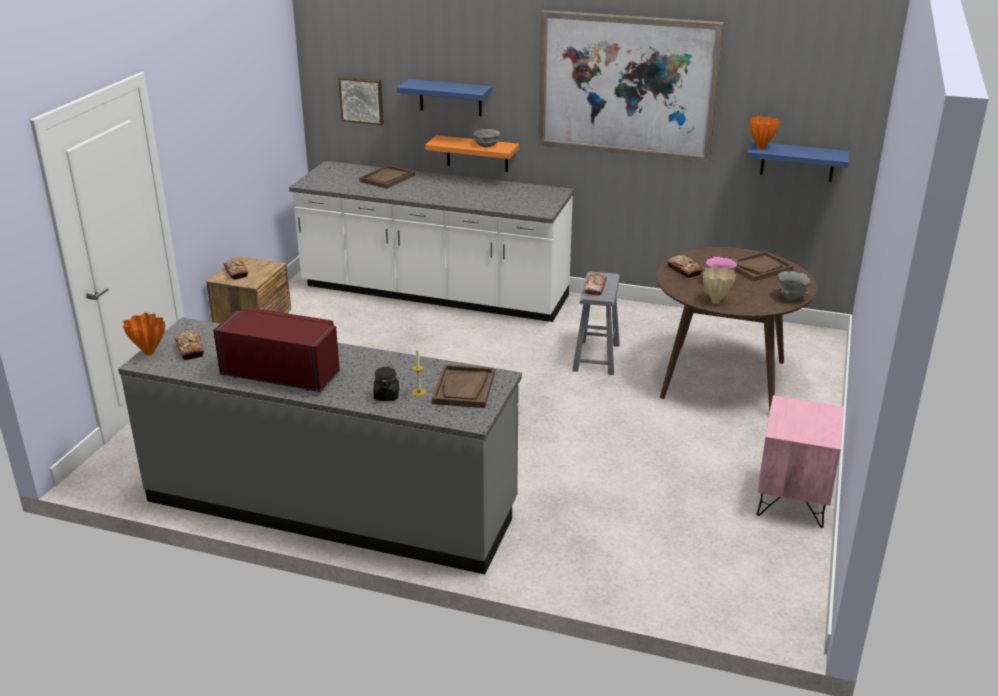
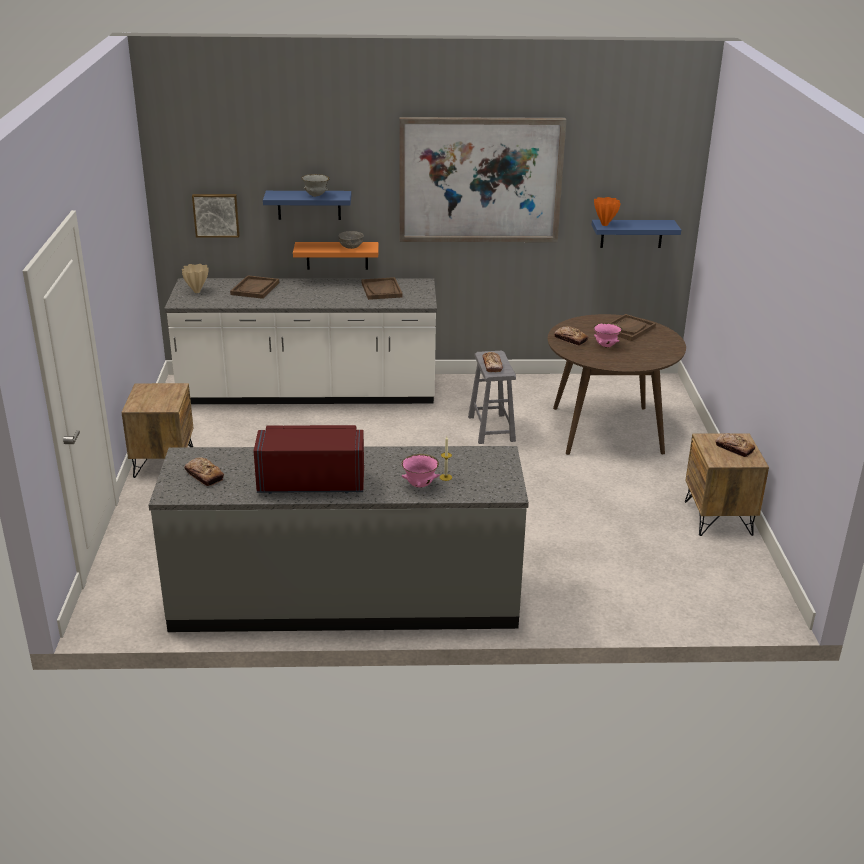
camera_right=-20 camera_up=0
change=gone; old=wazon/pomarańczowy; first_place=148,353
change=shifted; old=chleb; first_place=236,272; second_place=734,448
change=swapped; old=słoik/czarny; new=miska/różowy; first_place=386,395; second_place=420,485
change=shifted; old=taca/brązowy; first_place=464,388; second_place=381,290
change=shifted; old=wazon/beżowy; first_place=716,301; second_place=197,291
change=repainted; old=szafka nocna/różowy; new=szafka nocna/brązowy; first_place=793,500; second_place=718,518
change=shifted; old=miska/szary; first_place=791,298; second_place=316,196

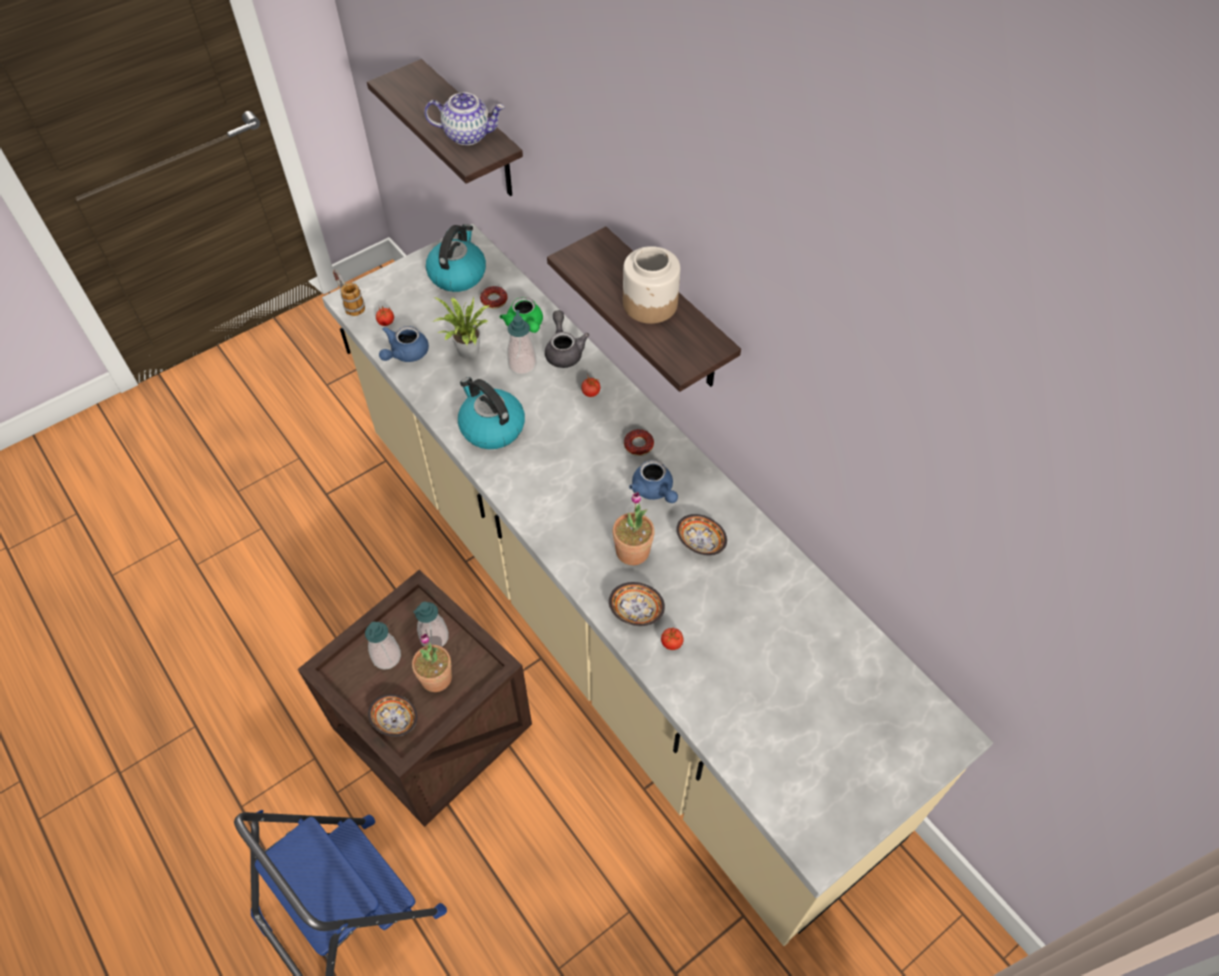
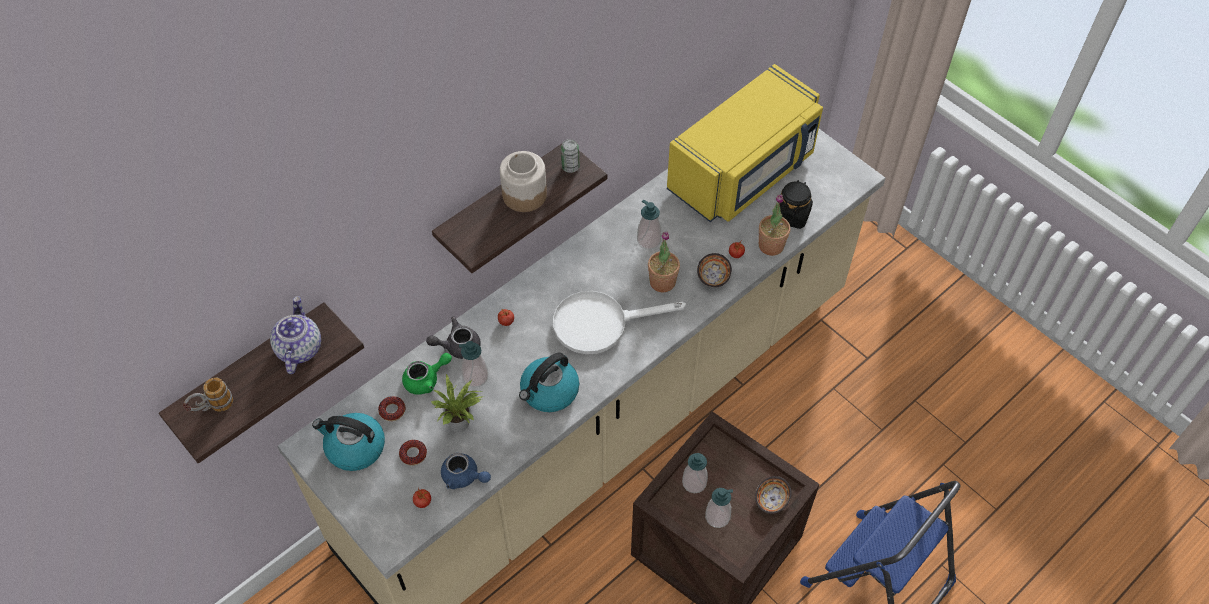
camera_right=-95 camera_up=0
change=shifted; old=kubek; first_place=350,303; second_place=212,408
change=shifted; old=roślina doniczkowa; first_place=436,678; second_place=771,245
change=shifted; old=donut; first_place=638,445; second_place=413,454
change=gone; old=imbryk/niebieski; first_place=654,491
change=swapped; old=miska; new=dozownik mydła; first_place=700,542; second_place=648,240
change=new; new=patelnia/biały; second_place=600,323
change=new; new=puszka; second_place=570,167
change=new; new=mikrofalówka/żółty; second_place=743,172
change=new; new=słoik/czarny; second_place=792,215

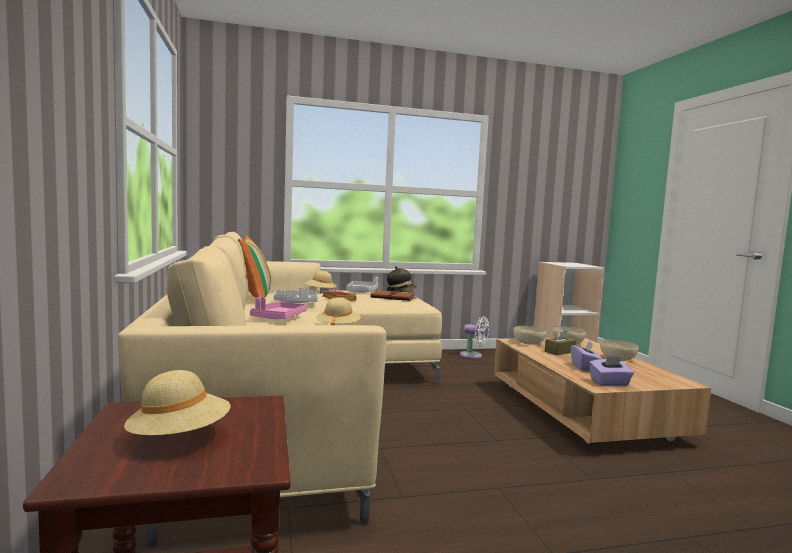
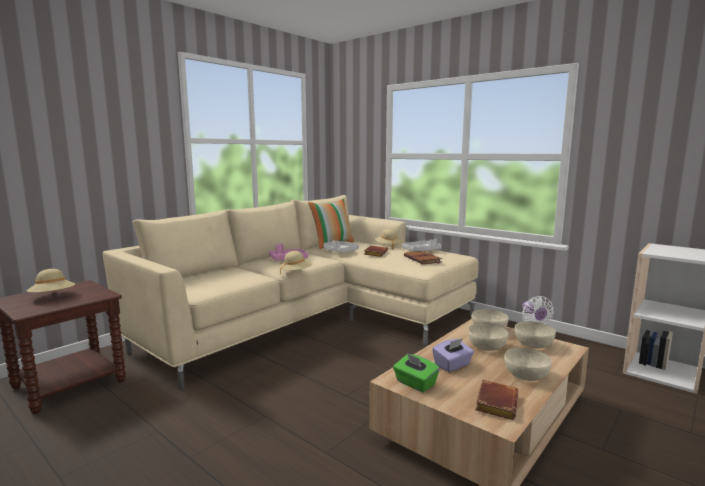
camera_right=55 camera_up=5
change=gone; old=kapelusz; first_place=400,291
change=swapped; old=pudełko chusteczek/brązowy; new=miska/beżowy; first_place=559,351; second_place=487,347
change=repainted; old=pudełko chusteczek/fioletowy; new=pudełko chusteczek/zielony; first_place=609,383; second_place=415,383
change=new; new=książka/brązowy; second_place=495,403

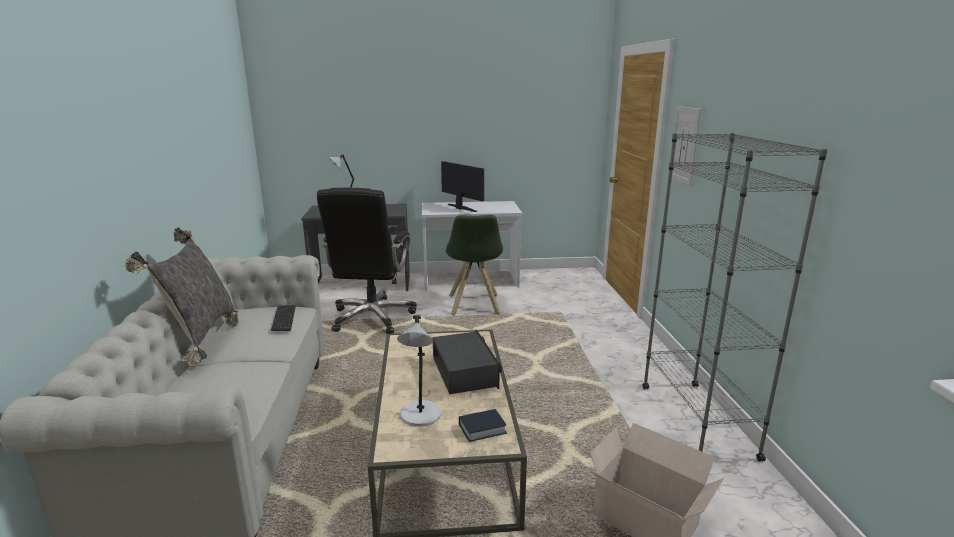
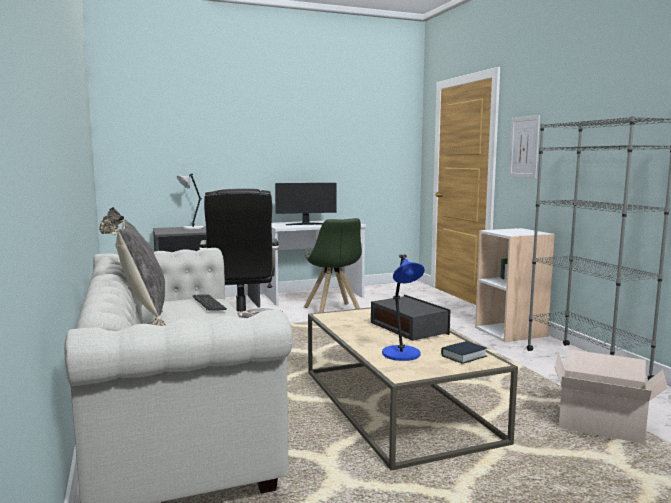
camera_right=-15 camera_up=-10
change=repainted; old=lampa stołowa/szary; new=lampa stołowa/niebieski; first_place=420,416; second_place=402,355
change=rotated; old=monitor; first_place=460,208; second_place=306,224; degrees=135
change=new; new=regał; second_place=511,332

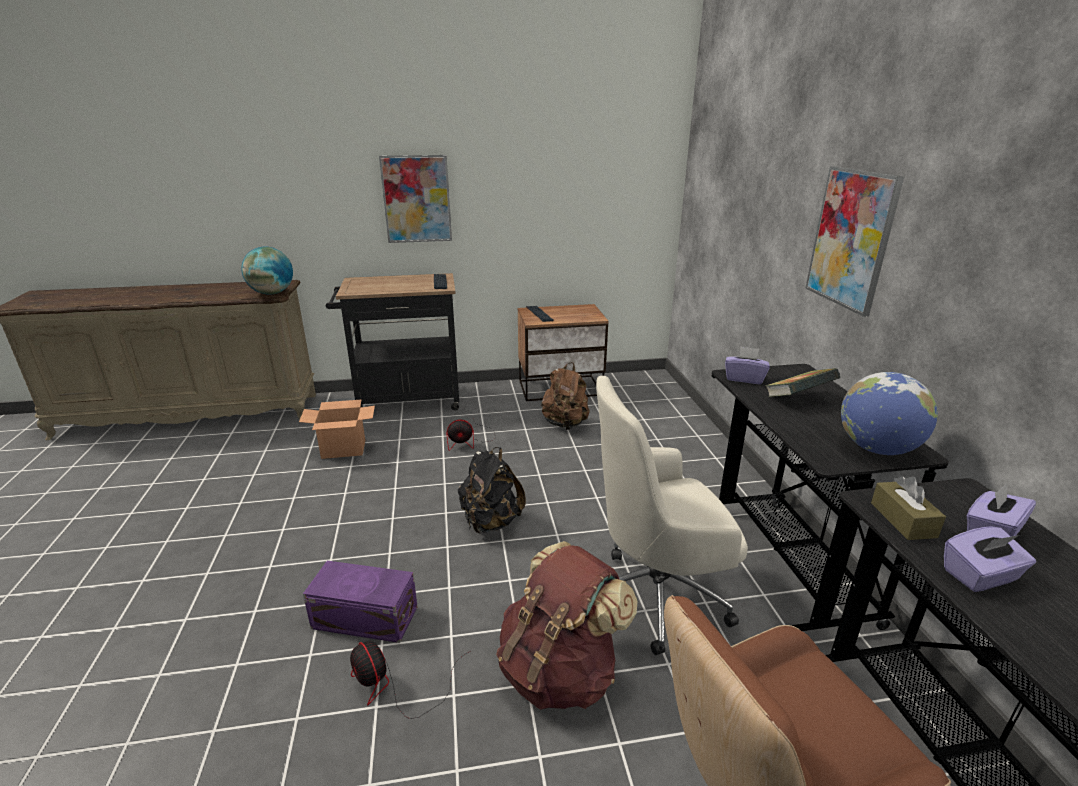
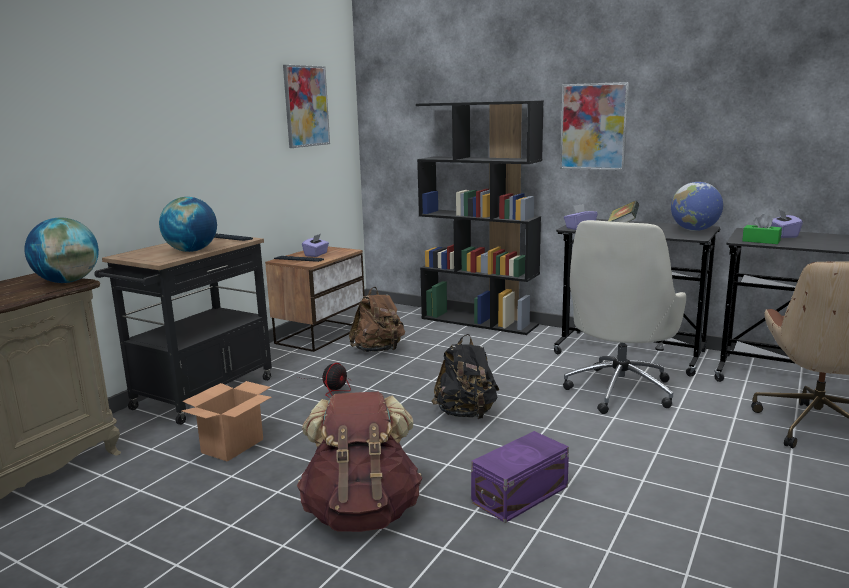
camera_right=-50 camera_up=-10
change=gone; old=wentylator; first_place=394,686
change=shifted; old=obraz; first_place=417,199; second_place=306,106
change=shifted; old=plecak/brązowy; first_place=560,671; second_place=362,513
change=repainted; old=pudełko chusteczek/brązowy; new=pudełko chusteczek/zielony; first_place=903,520; second_place=761,241
change=shifted; old=pudełko chusteczek/fioletowy; first_place=980,576; second_place=316,254
change=new; new=globus; second_place=191,251
change=new; new=regał/czarny; second_place=479,321

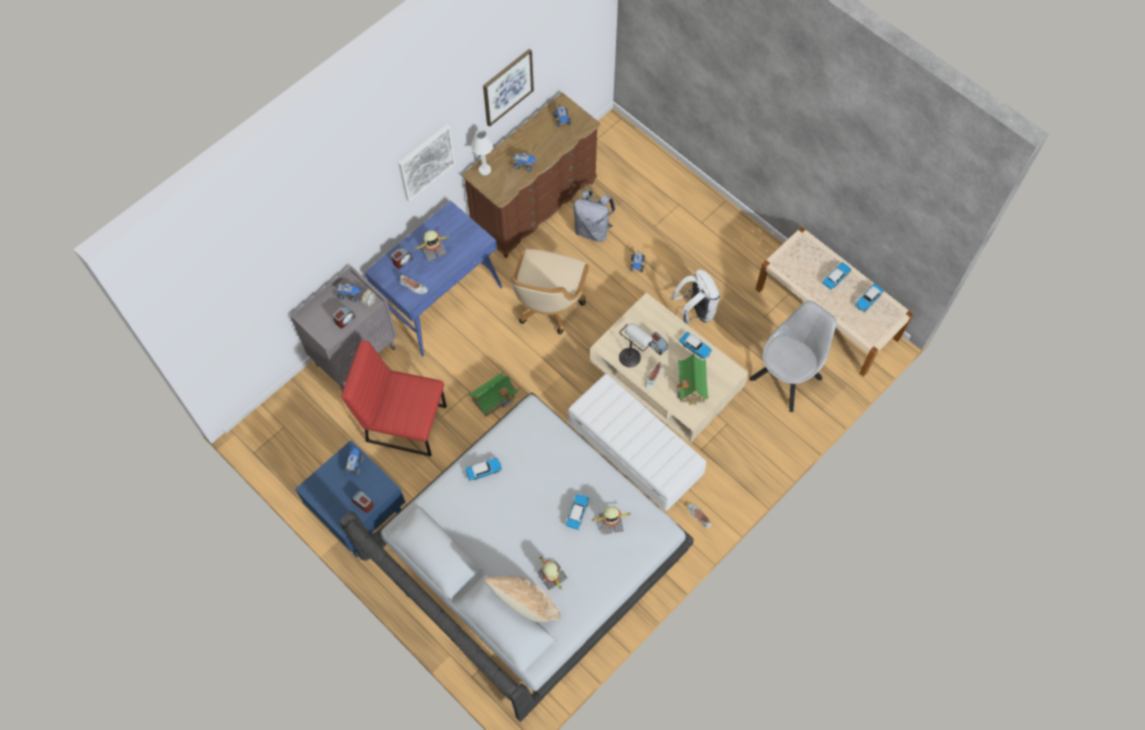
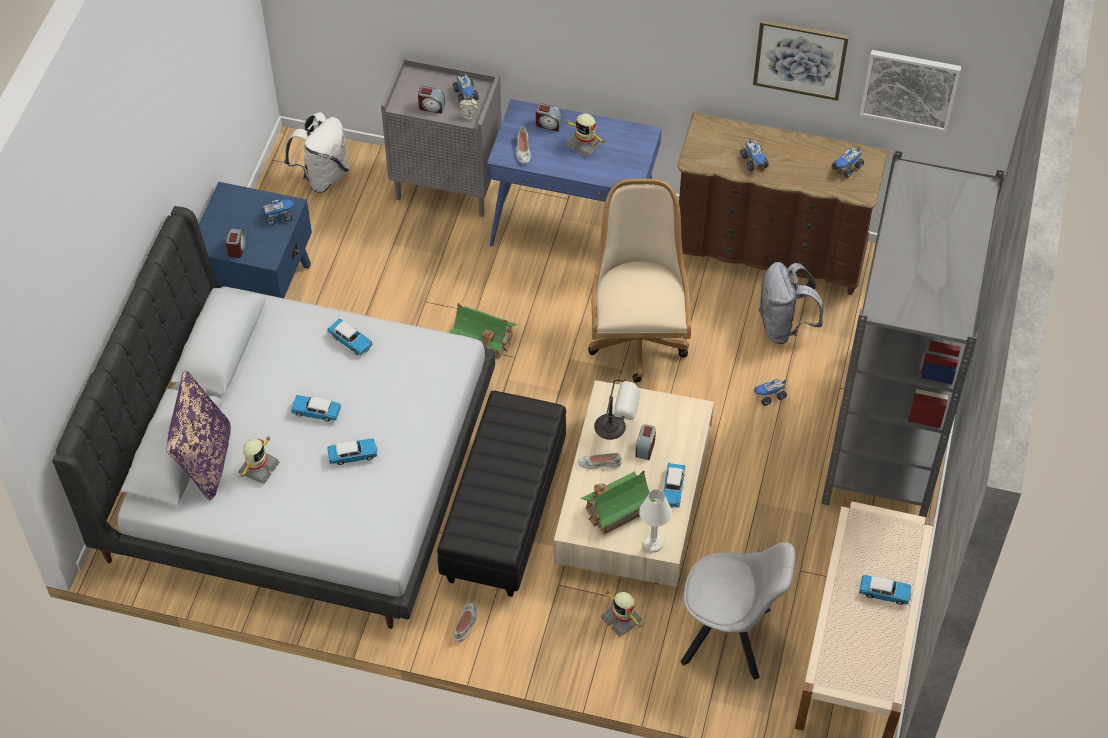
camera_right=60 camera_up=-10
change=gone; old=krzesło/czerwony; first_place=404,422
change=shifted; old=obraz; first_place=426,161; second_place=910,89
change=shifted; old=lampa stołowa/biały; first_place=484,170; second_place=653,544
change=repainted; old=poduszka/beżowy; new=poduszka/fioletowy; first_place=525,606; second_place=206,461
change=rotated; old=krzesło biurowe/beżowy; first_place=547,310; second_place=637,334; degrees=105
change=repainted; old=pufa/biały; new=pufa/czarny; first_place=633,454; second_place=503,515
change=shifted; old=robot zabawkowy; first_place=610,522; second_place=622,618
change=shifted; old=plecak/biały; first_place=695,311; second_place=323,176
change=shifted; old=samochodzik; first_place=868,300; second_place=316,412
change=new; new=regał/szary; second_place=888,434

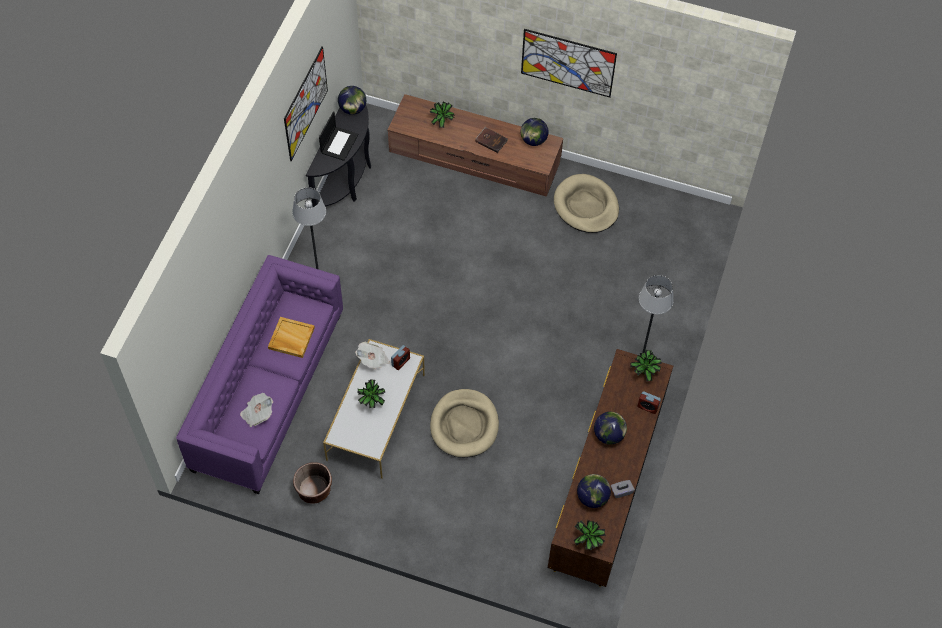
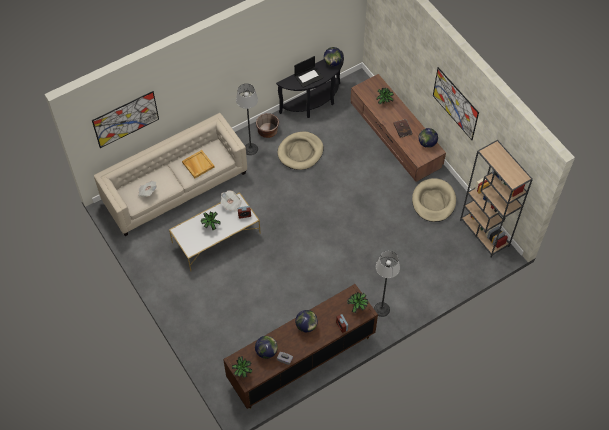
camera_right=40 camera_up=0
change=repainted; old=kanapa/fioletowy; new=kanapa/beżowy; first_place=268,392; second_place=175,188
change=shifted; old=obraz; first_place=305,103; second_place=126,119
change=shifted; old=donica/brązowy; first_place=314,490; second_place=267,131
change=shifted; old=legowisko/beżowy; first_place=464,425; second_place=300,152
change=new; new=regał; second_place=485,233

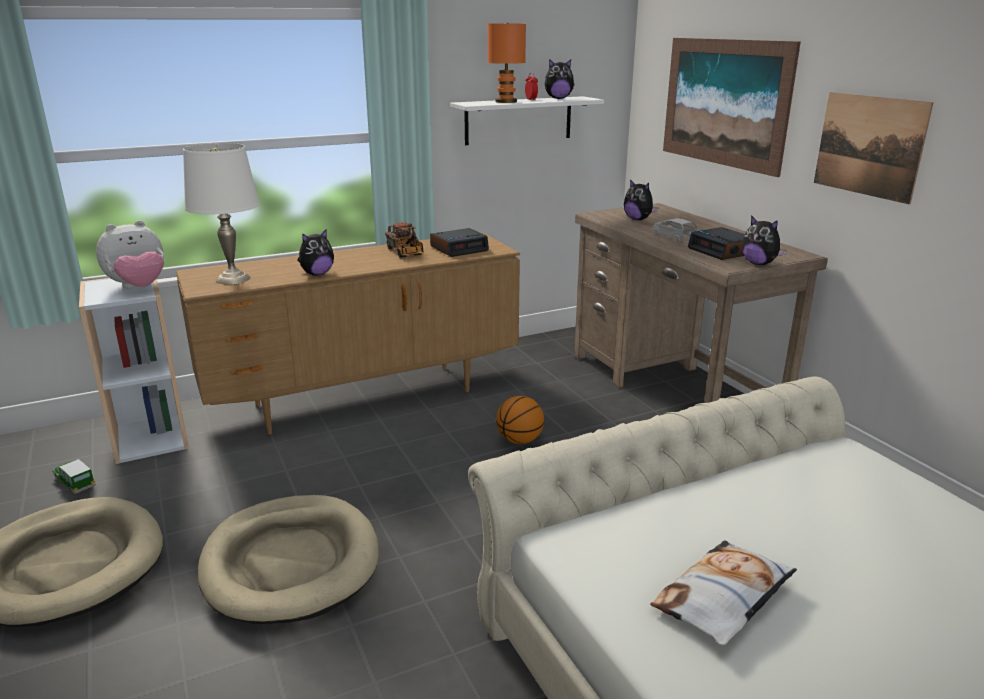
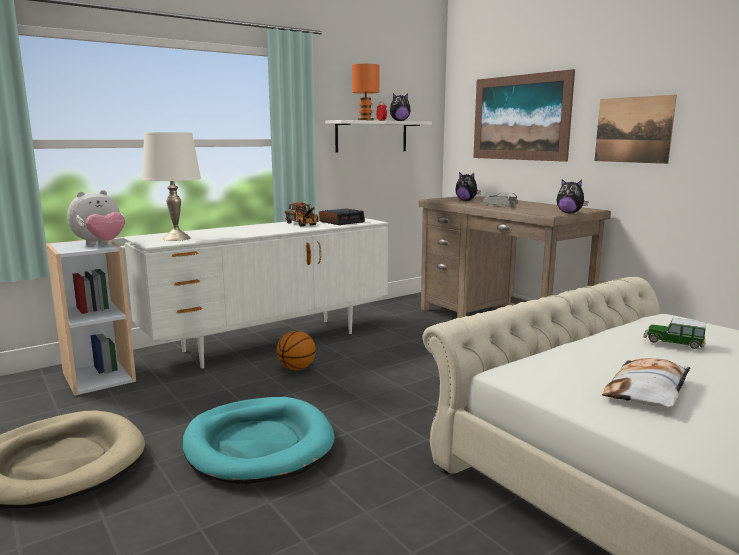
camera_right=-10 camera_up=-10
change=shifted; old=samochodzik; first_place=75,482; second_place=673,342
change=repainted; old=komoda/brązowy; new=komoda/biały; first_place=365,399; second_place=271,342
change=repainted; old=legowisko/beżowy; new=legowisko/turkusowy; first_place=291,563; second_place=259,444
change=gone; old=pluszak; first_place=317,274
change=shifted; old=piłka do koszykówki; first_place=520,440; second_place=297,368
change=gone; old=budzik; first_place=723,251

